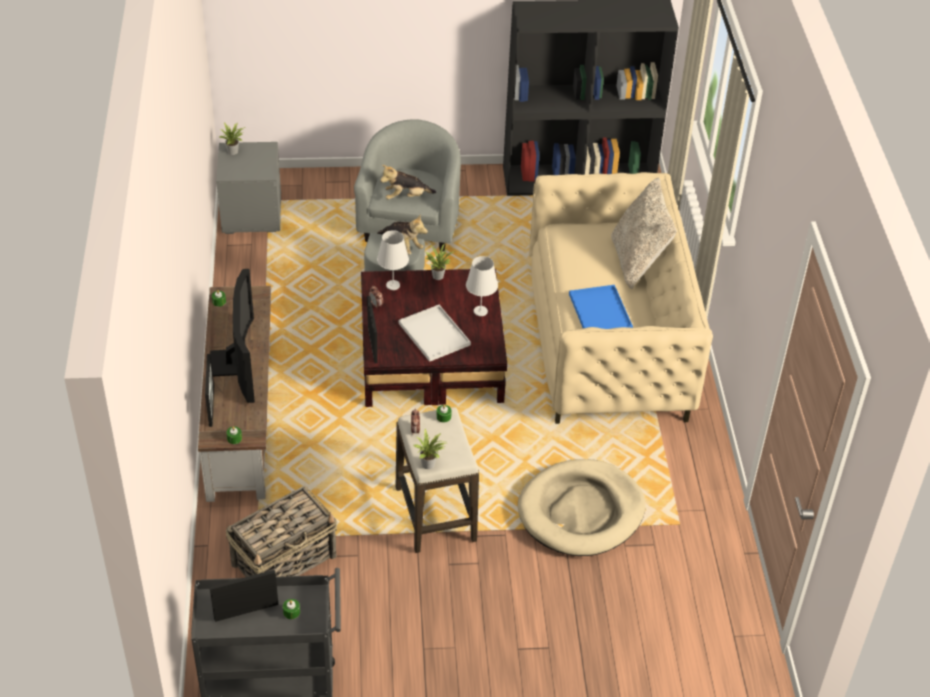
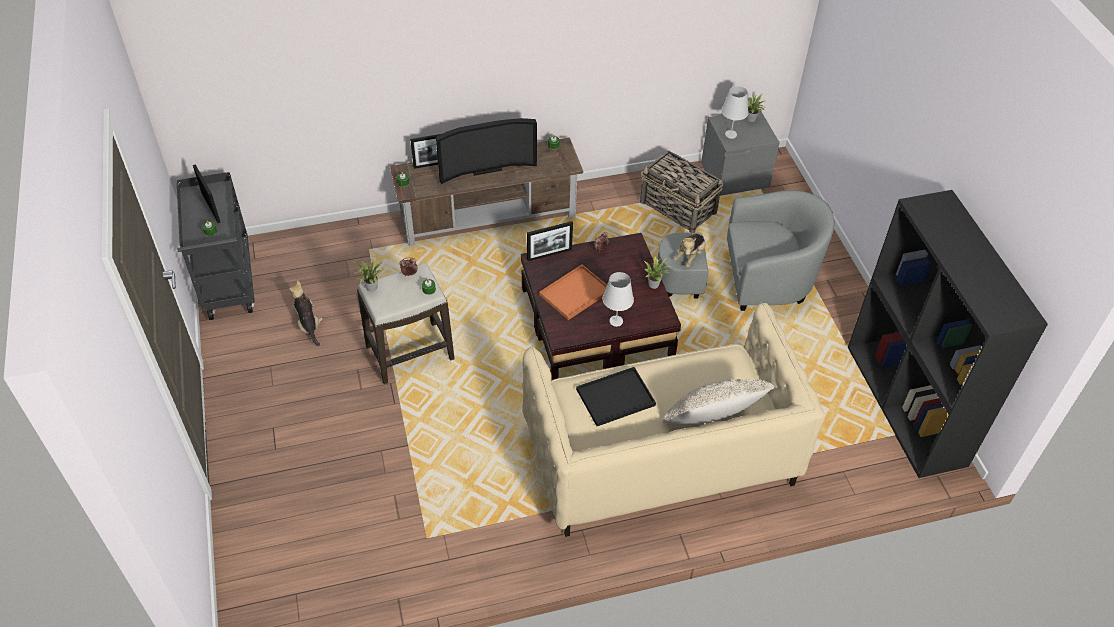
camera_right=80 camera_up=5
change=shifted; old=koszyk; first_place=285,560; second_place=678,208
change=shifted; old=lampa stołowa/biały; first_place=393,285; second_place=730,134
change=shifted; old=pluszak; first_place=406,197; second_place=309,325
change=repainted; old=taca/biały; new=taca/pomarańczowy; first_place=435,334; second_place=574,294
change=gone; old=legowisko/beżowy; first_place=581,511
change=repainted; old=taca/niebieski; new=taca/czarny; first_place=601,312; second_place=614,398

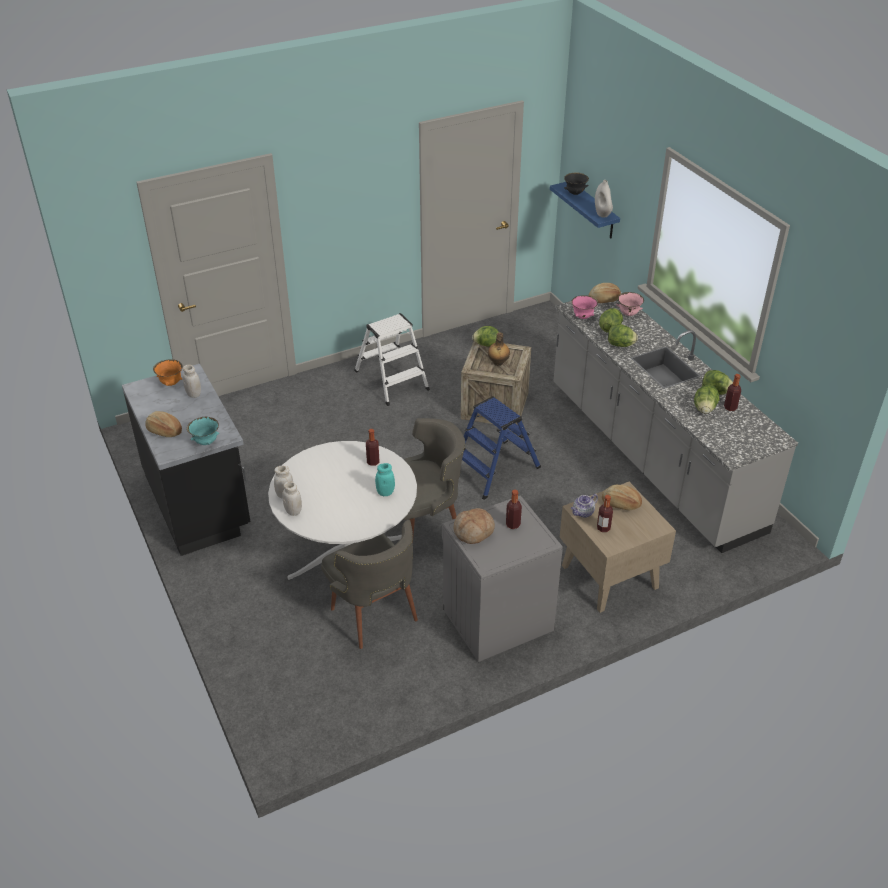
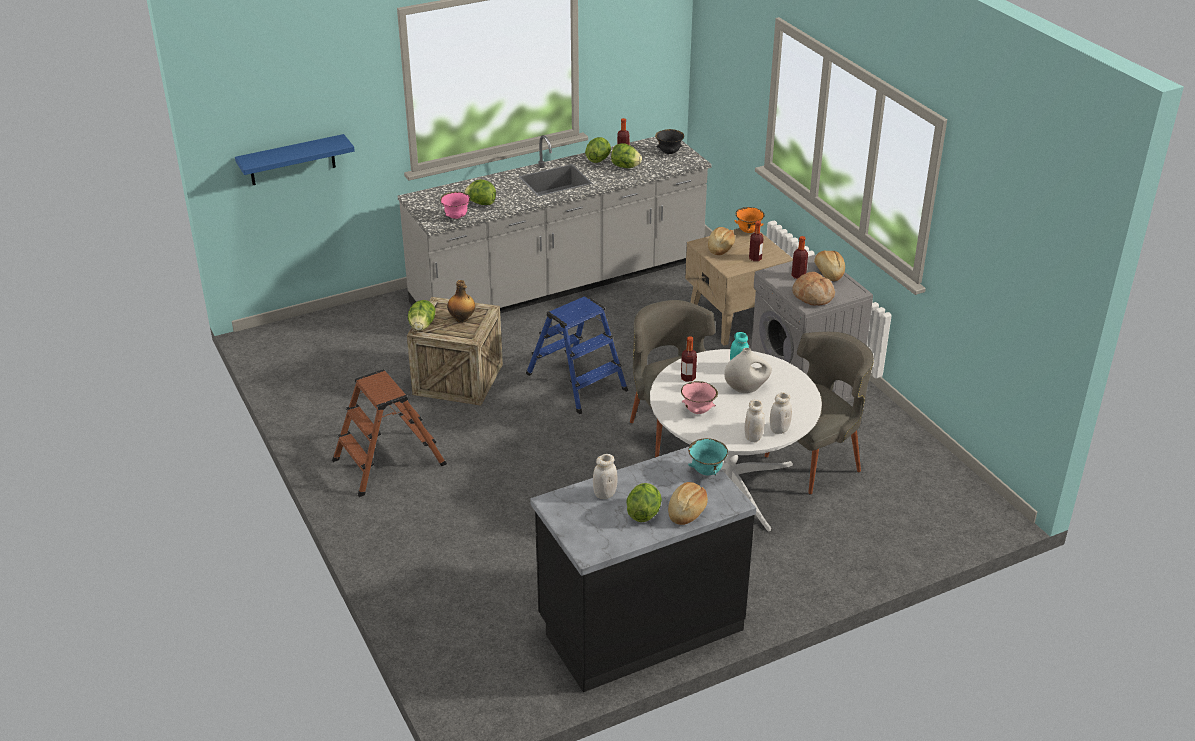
camera_right=-90 camera_up=-5
change=shifted; old=miska/pomarańczowy; first_place=171,383; second_place=748,231
change=repainted; old=drabinka/biały; new=drabinka/brązowy; first_place=391,380; second_place=389,462
change=shifted; old=miska/czarny; first_place=575,193; second_place=669,152
change=gone; old=imbryk; first_place=583,513
change=shifted; old=chleb; first_place=604,299; second_place=828,272
change=shifted; old=wazon/biały; first_place=602,214; second_place=746,388
change=shifted; old=sałata; first_place=620,345; second_place=643,513
change=shifted; old=miska/różowy; first_place=628,314; second_place=698,411

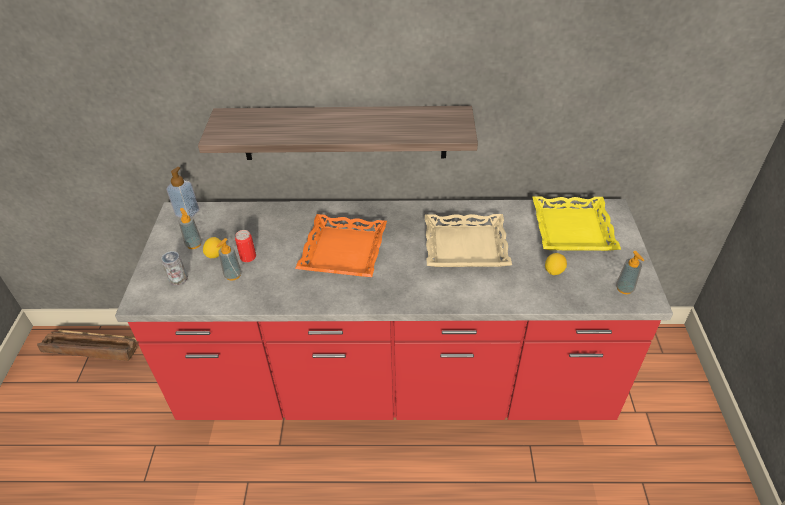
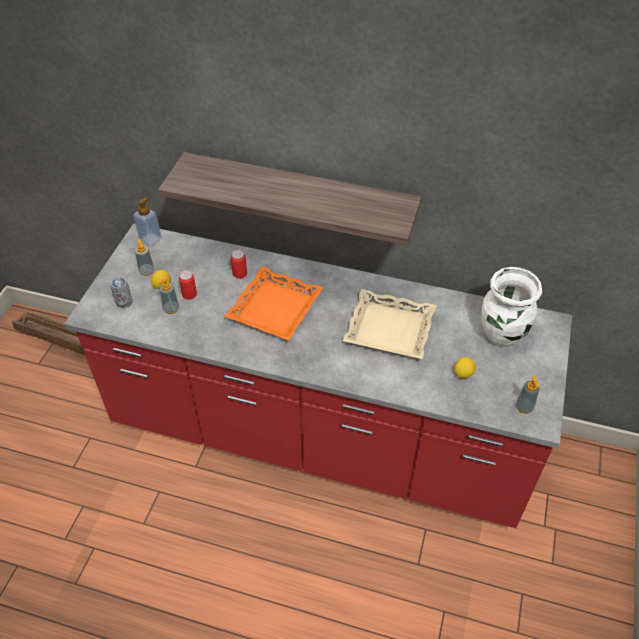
camera_right=15 camera_up=5
change=swapped; old=taca/żółty; new=wazon/biały; first_place=573,229; second_place=502,336
change=new; new=puszka; second_place=240,274

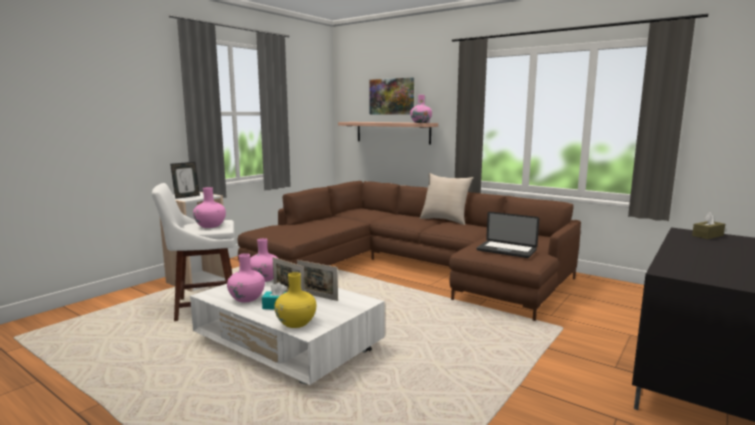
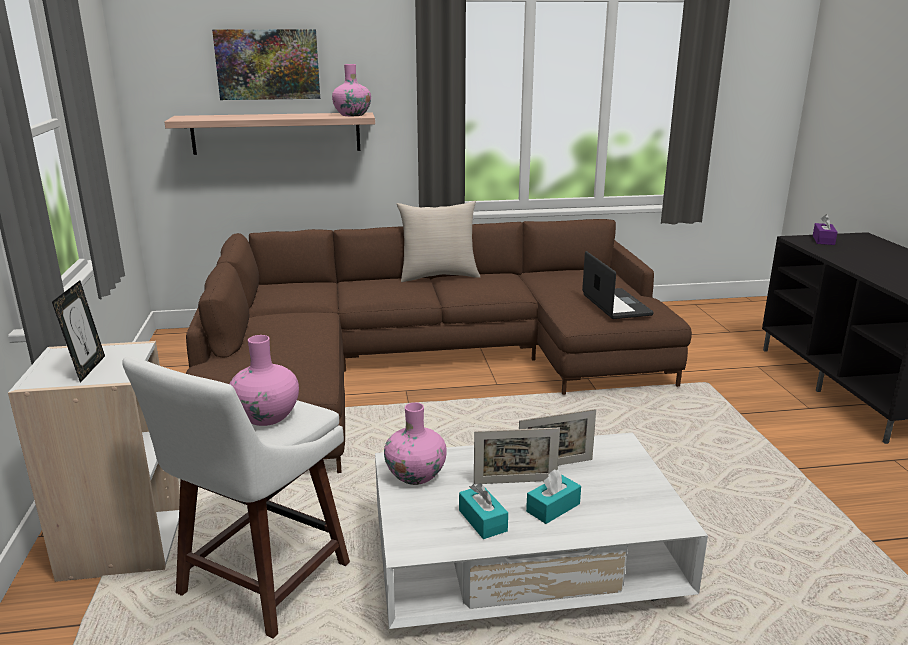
camera_right=-45 camera_up=10
change=swapped; old=wazon/różowy; new=pudełko chusteczek/turkusowy; first_place=247,298; second_place=482,521
change=gone; old=wazon/żółty; first_place=296,323
change=rotated; old=laptop; first_place=506,250; second_place=616,305; degrees=-90
change=repainted; old=pudełko chusteczek/brązowy; new=pudełko chusteczek/fioletowy; first_place=707,235; second_place=823,240

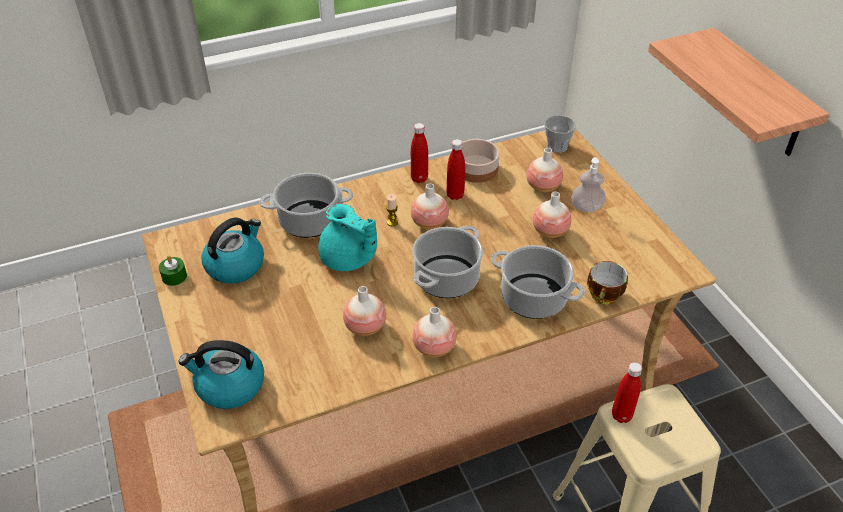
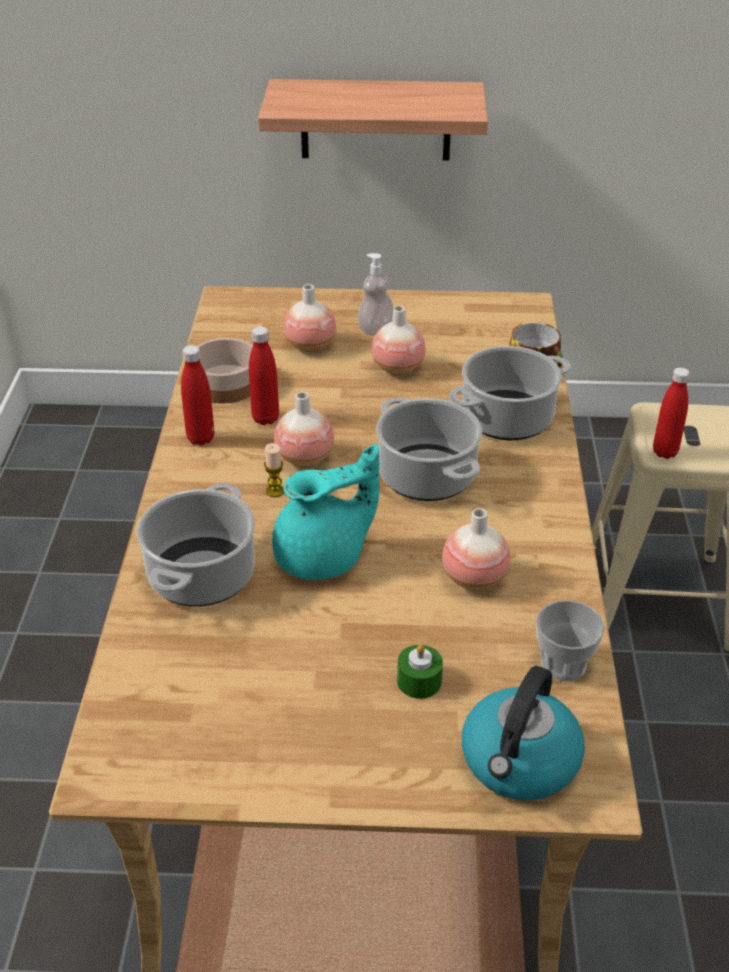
camera_right=-65 camera_up=-5
change=shifted; old=świeca/zielony; first_place=174,277; second_place=419,681
change=gone; old=czajnik; first_place=236,265
change=gone; old=wazon; first_place=434,347
change=shifted; old=filiżanka; first_place=557,146; second_place=563,664

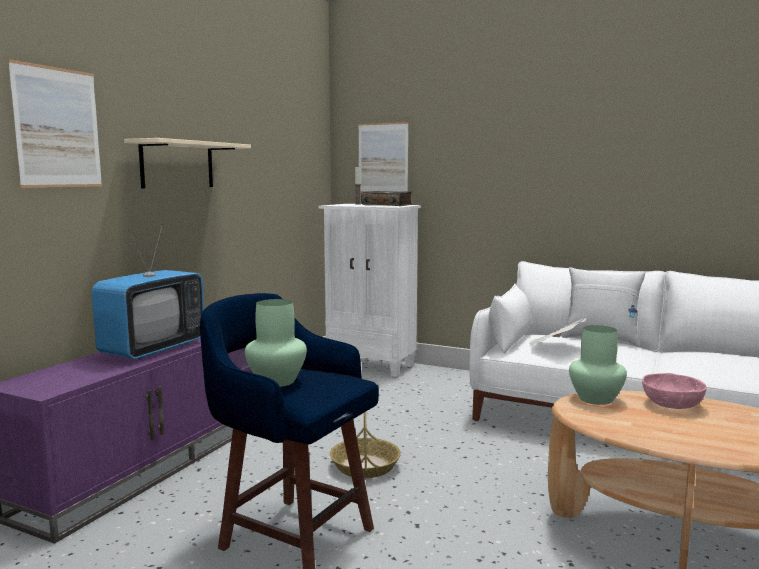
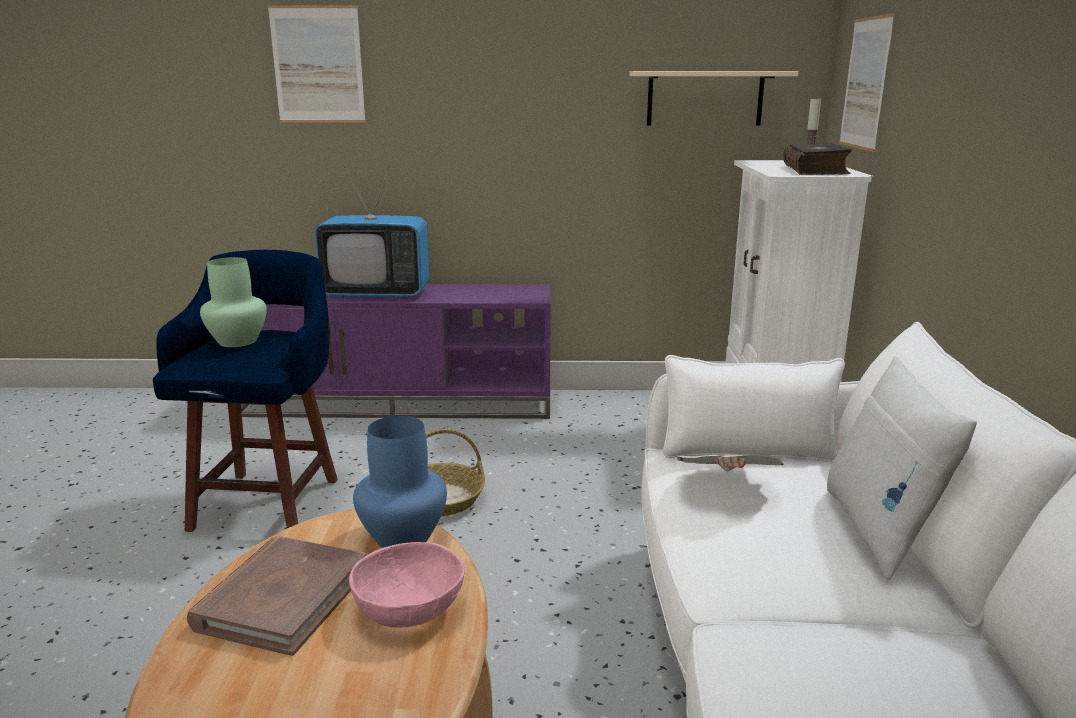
camera_right=65 camera_up=10
change=shifted; old=półka/beżowy; first_place=177,165; second_place=705,98
change=repainted; old=wazon/zielony; new=wazon/niebieski; first_place=595,399; second_place=404,536
change=new; new=książka/brązowy; second_place=282,599

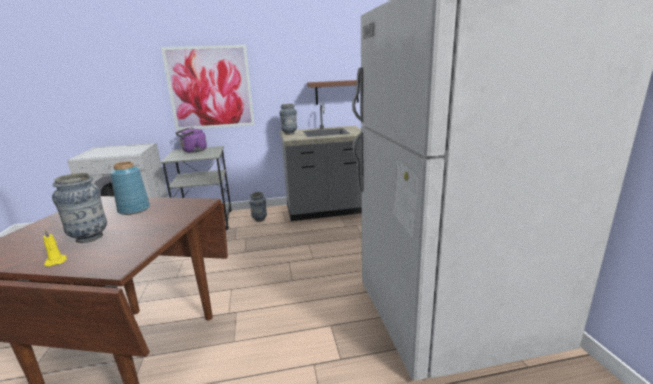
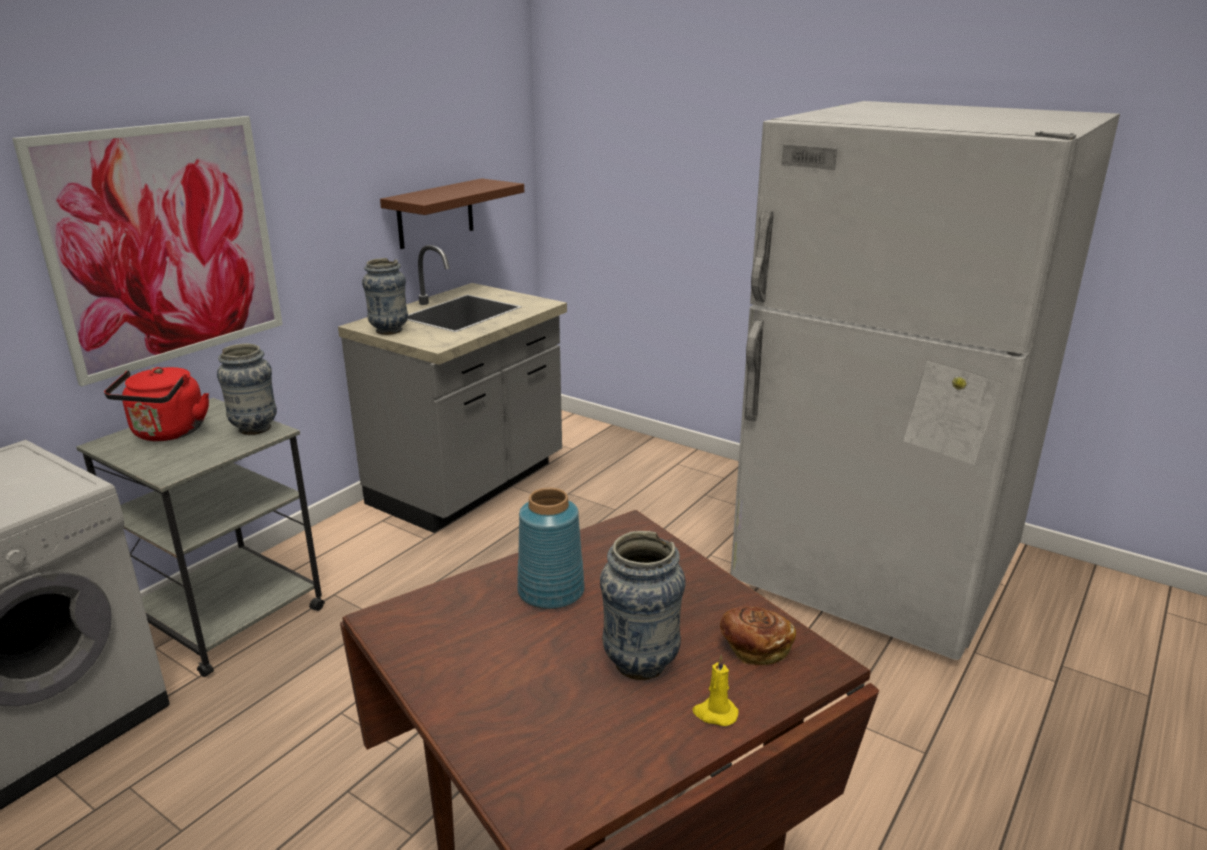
camera_right=-45 camera_up=5
change=repainted; old=czajnik/fioletowy; new=czajnik/czerwony; first_place=193,151; second_place=167,433
change=shifted; old=wazon; first_place=259,219; second_place=254,428
change=new; new=chleb; second_place=754,648

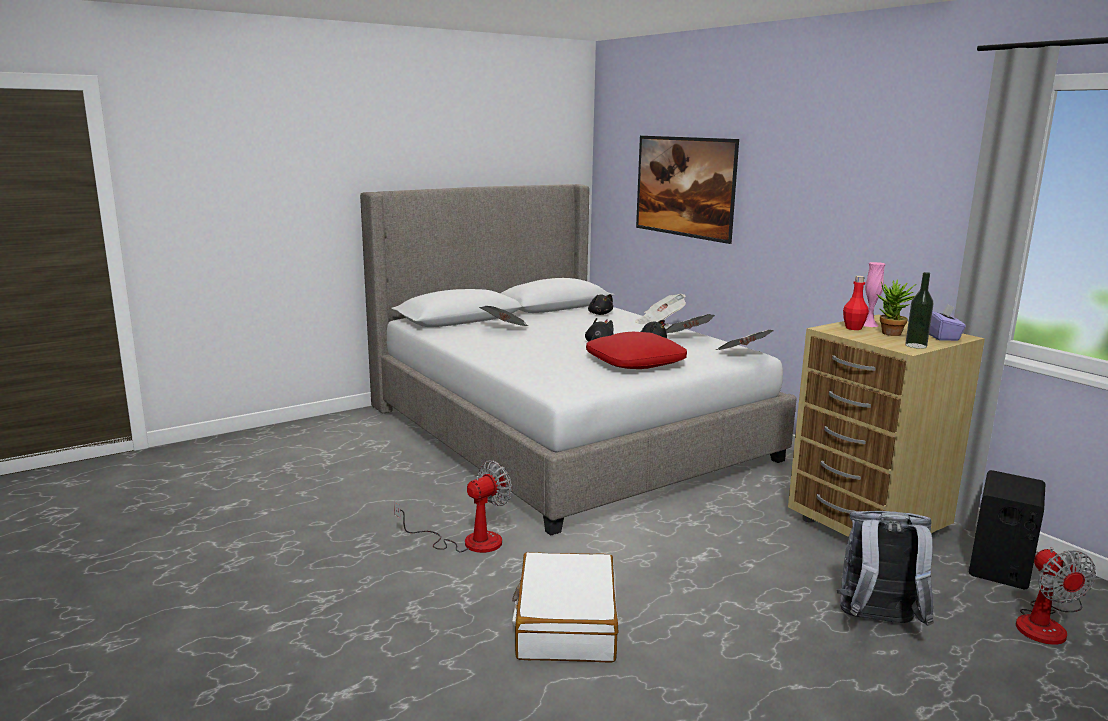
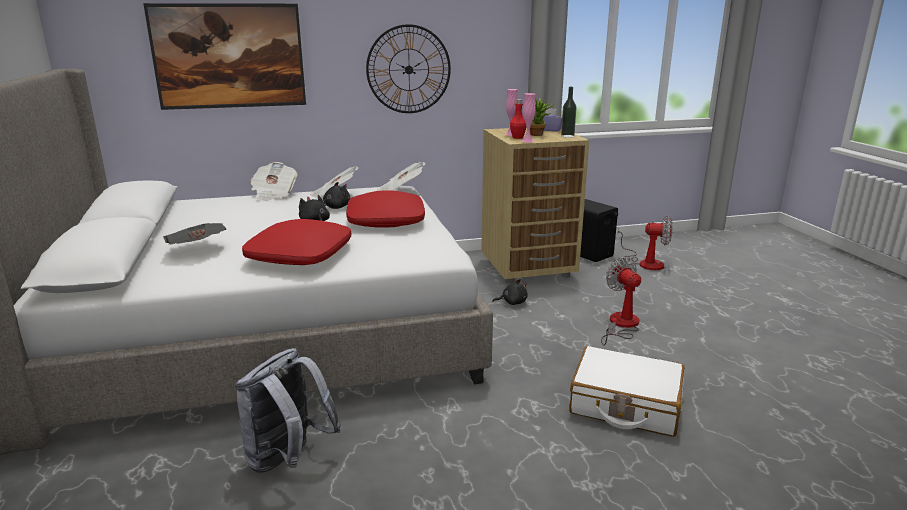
camera_right=-70 camera_up=5
change=shifted; old=wentylator; first_place=469,542; second_place=621,325
change=shifted; old=pluszak/czarny; first_place=600,314; second_place=512,302
change=shifted; old=plecak/szary; first_place=877,622; second_place=288,460
change=new; new=poduszka/czerwony; second_place=299,255
change=new; new=zegar ścienny; second_place=408,69
change=new; new=wazon/różowy; second_place=527,141

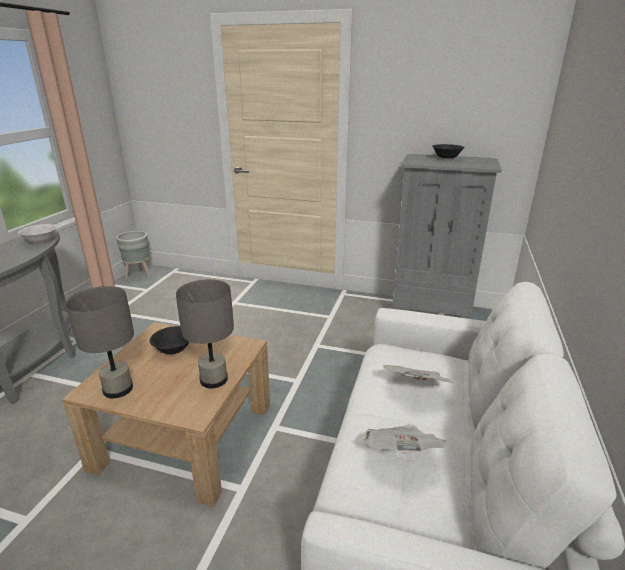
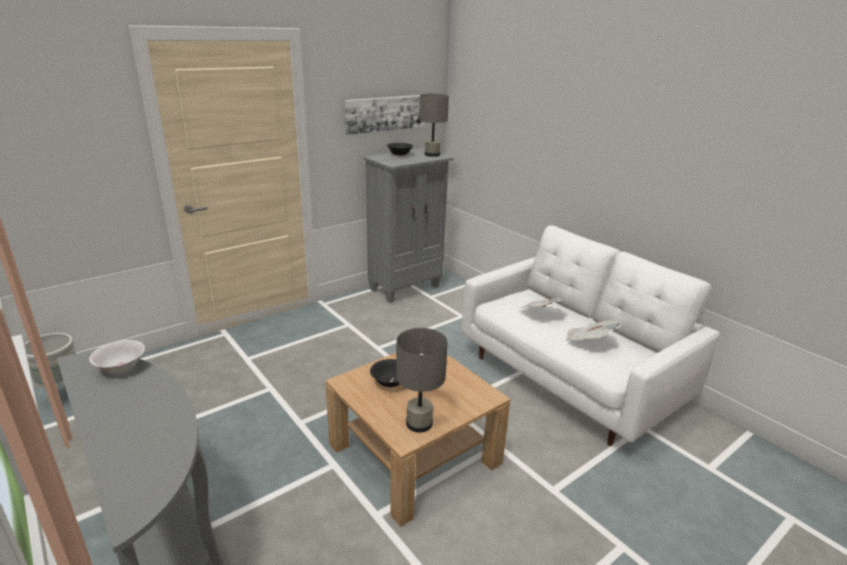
camera_right=-55 camera_up=0
change=shifted; old=lampa stołowa/szary; first_place=214,380; second_place=432,154
change=new; new=obraz; second_place=385,113

